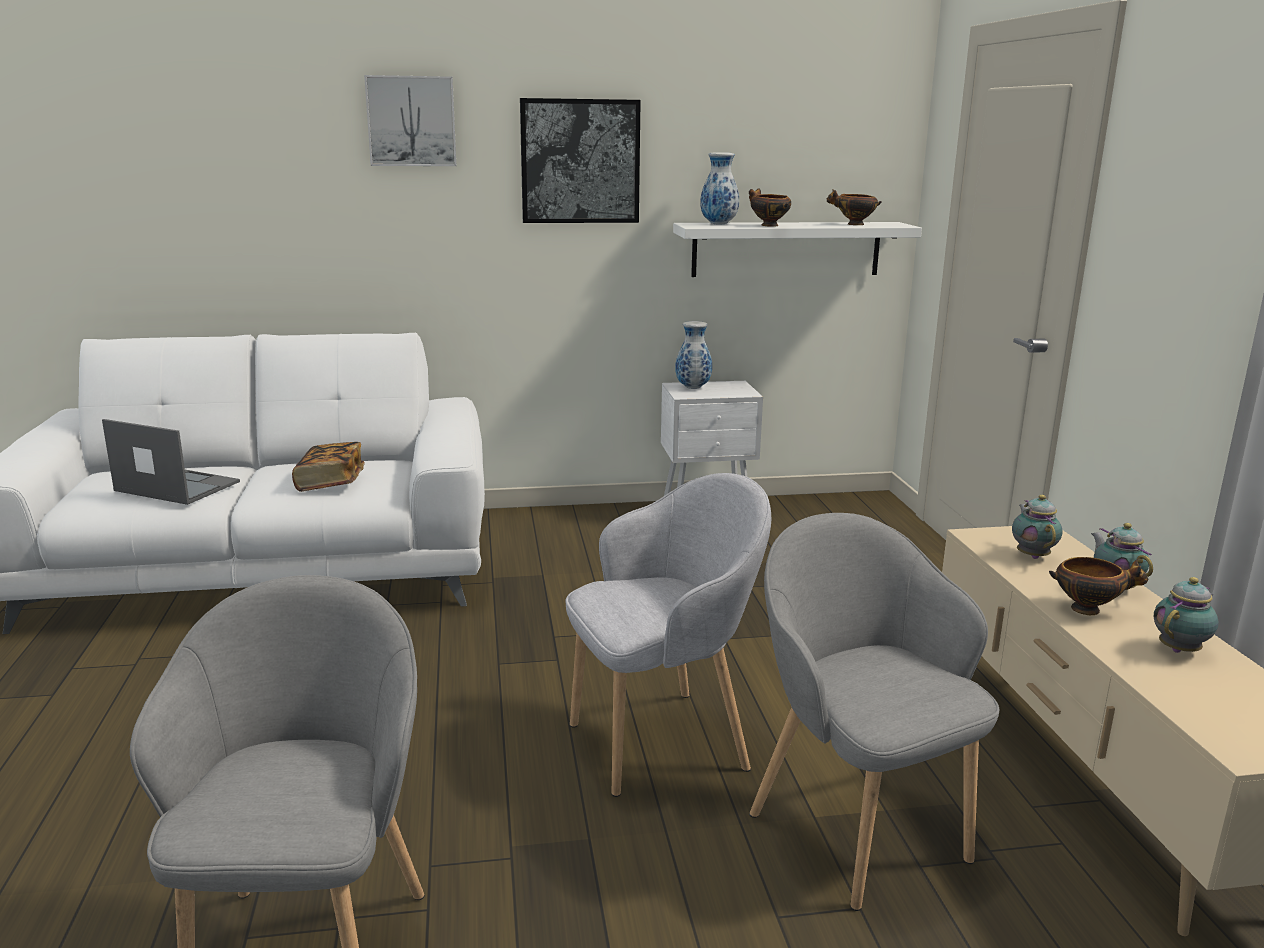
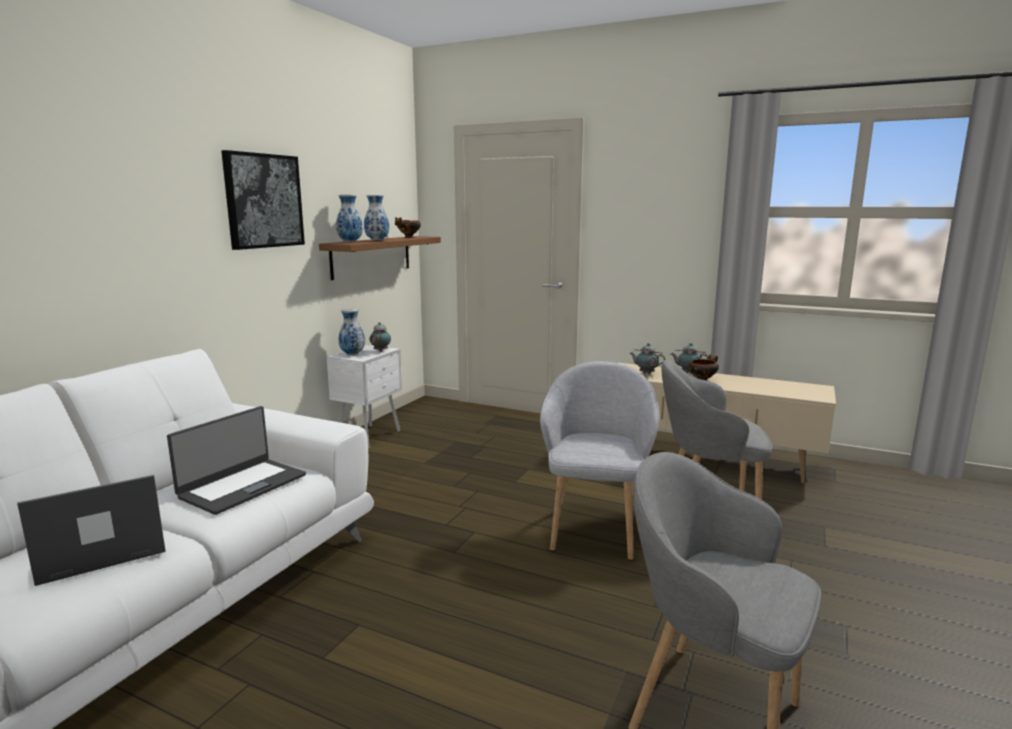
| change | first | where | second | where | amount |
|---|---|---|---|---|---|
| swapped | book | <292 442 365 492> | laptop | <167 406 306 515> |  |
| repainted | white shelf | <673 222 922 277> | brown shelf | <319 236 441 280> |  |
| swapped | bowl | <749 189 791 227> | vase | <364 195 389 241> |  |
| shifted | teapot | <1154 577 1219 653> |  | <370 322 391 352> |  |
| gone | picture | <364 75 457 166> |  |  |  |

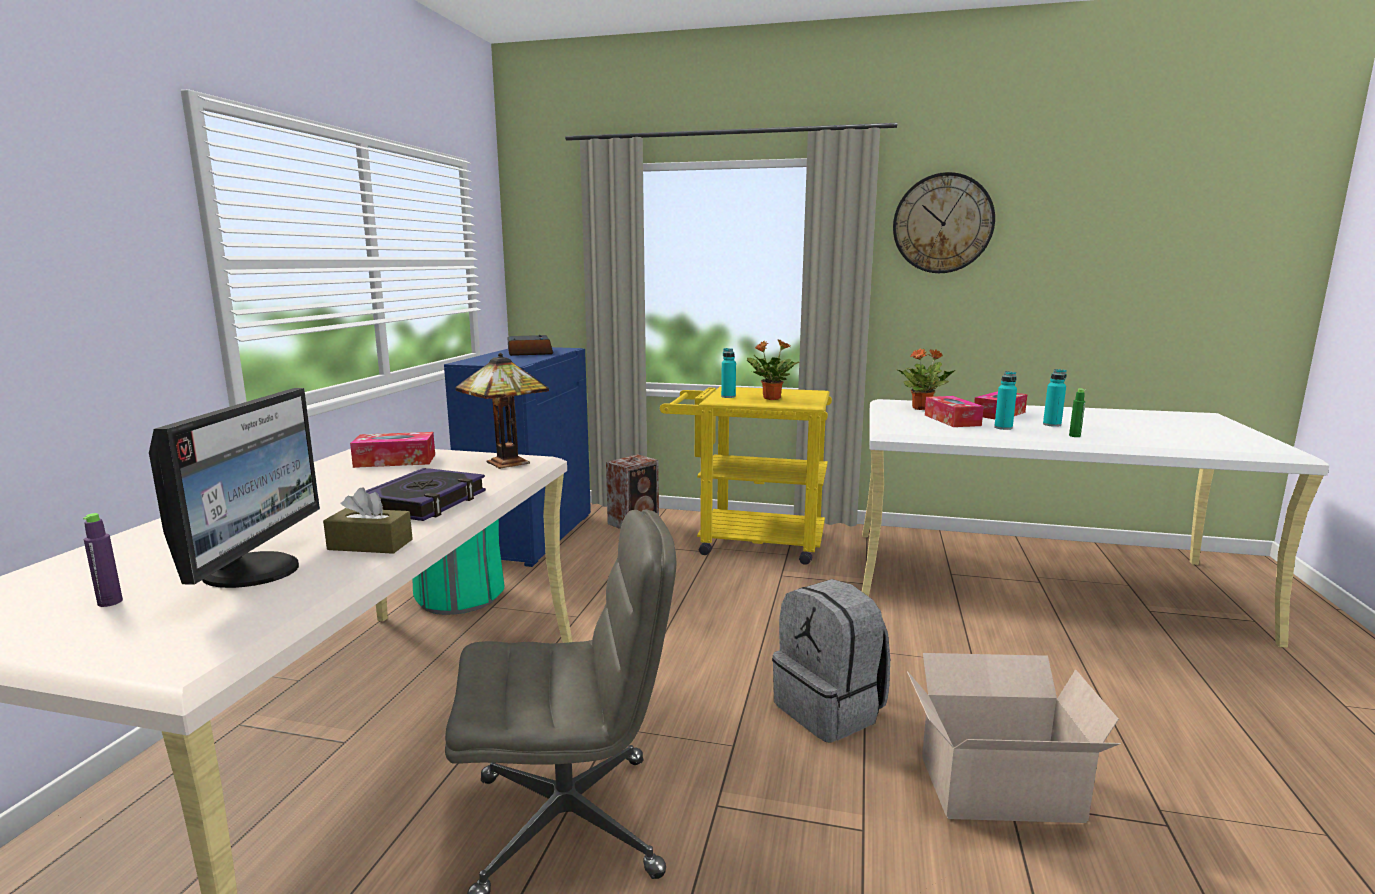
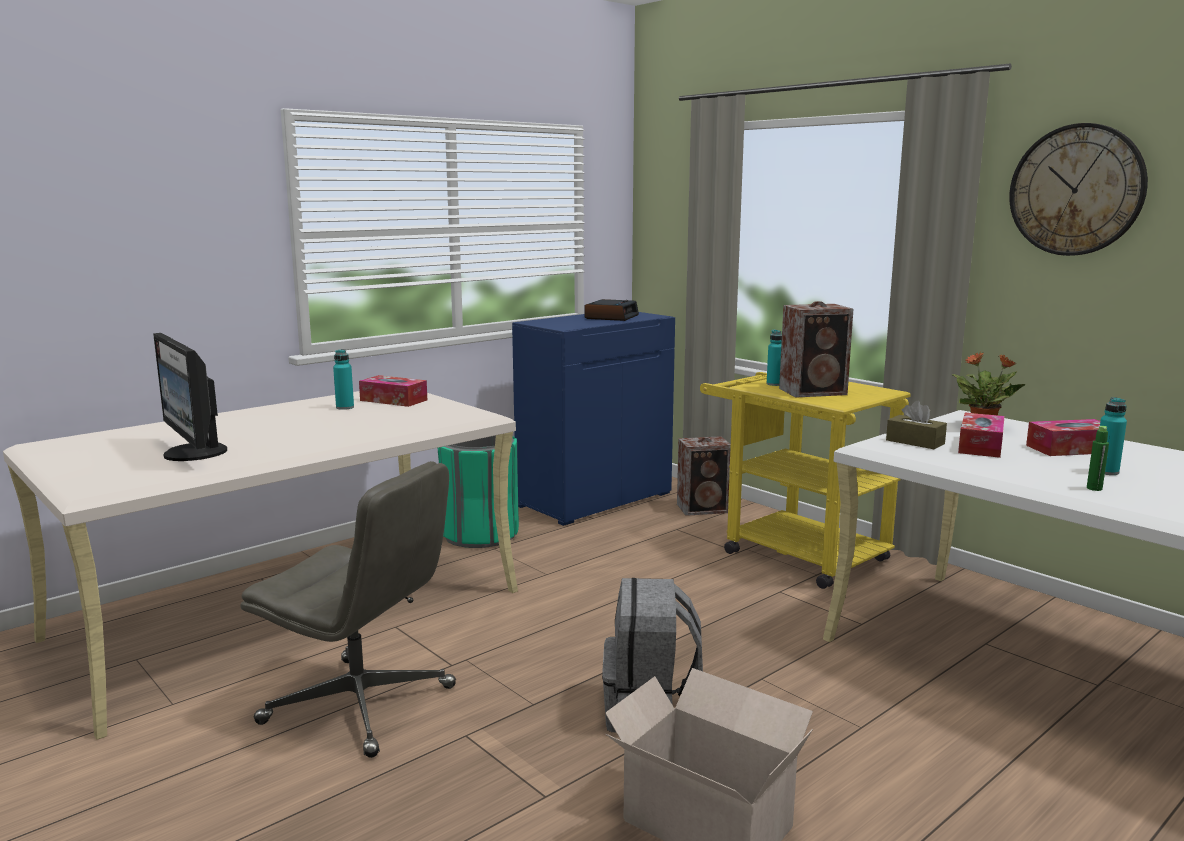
| change | first | where | second | where | amount |
|---|---|---|---|---|---|
| rotated | monitor | <149 388 320 588> |  | <153 333 227 461> | 105 degrees clockwise |
| shifted | turquoise bottle | <994 371 1017 430> |  | <333 349 354 410> |  |
| swapped | potted plant | <747 339 799 400> | speaker | <779 301 853 398> |  |
| shifted | brown tissue box | <323 487 413 554> |  | <886 401 947 449> |  |
| gone | purple bottle | <83 513 123 607> |  |  |  |
| gone | book | <366 468 486 521> |  |  |  |
| gone | table lamp | <456 353 549 469> |  |  |  |

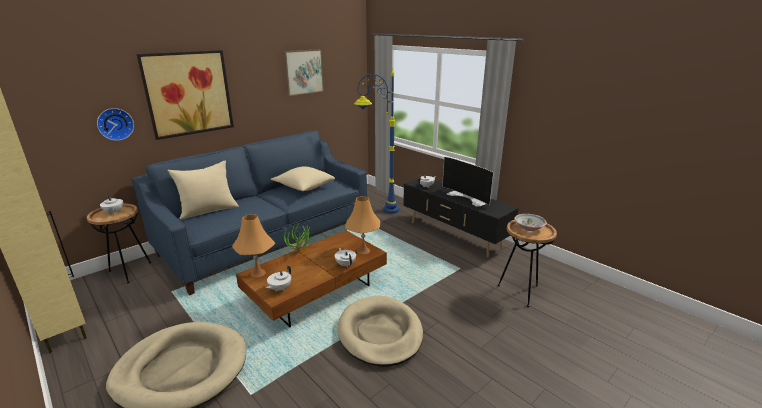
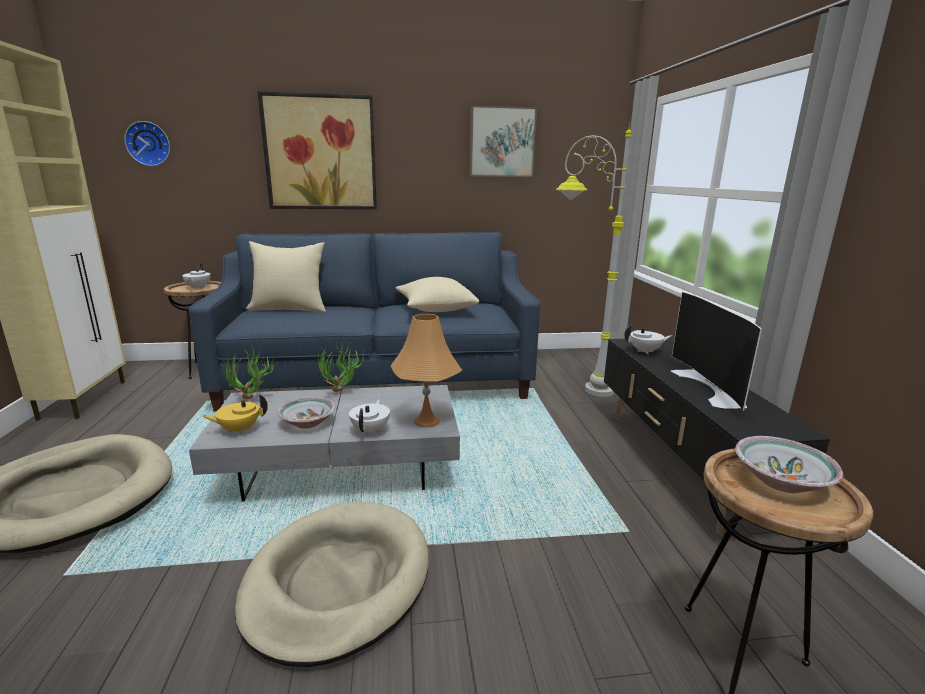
| change | first | where | second | where | amount |
|---|---|---|---|---|---|
| shifted | wall clock | <97 108 134 141> |  | <124 121 170 166> |  |
| repainted | brown coffee table | <236 230 387 327> | grey coffee table | <189 385 460 501> |  |
| repainted | white teapot | <265 265 291 292> | yellow teapot | <202 394 268 434> |  |
| swapped | orange table lamp | <232 214 275 278> | potted plant | <223 344 275 399> |  |
| new |  |  | bowl | <277 397 335 429> |  |
| repainted | blue floor lamp | <354 72 399 214> | grey floor lamp | <556 123 632 397> |  |

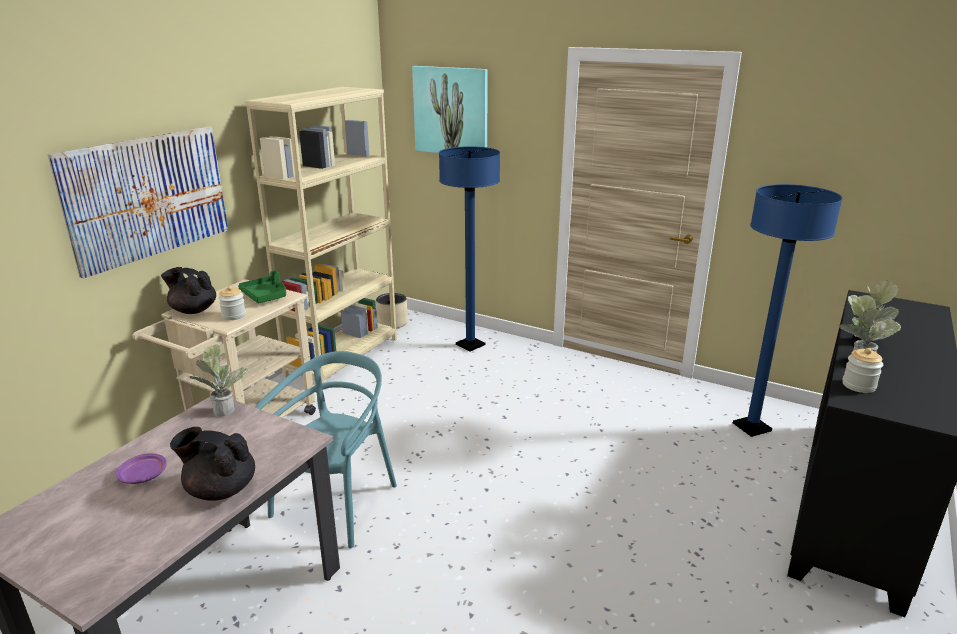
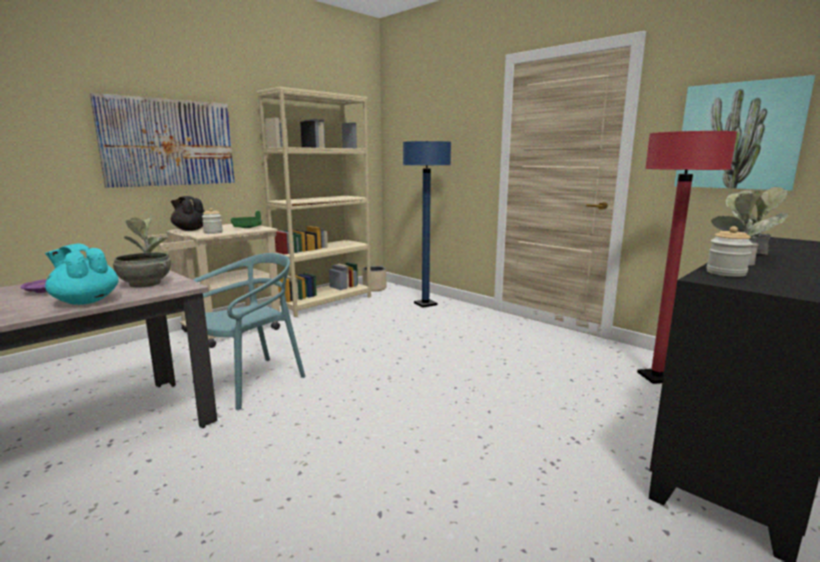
| change | first | where | second | where | amount |
|---|---|---|---|---|---|
| repainted | black teapot | <170 427 255 501> | turquoise teapot | <45 244 119 305> |  |
| new |  |  | grey bowl | <113 252 171 288> |  |
| repainted | blue floor lamp | <733 184 843 437> | red floor lamp | <637 131 737 384> |  |
| shifted | picture | <412 66 488 153> |  | <674 75 815 191> |  |

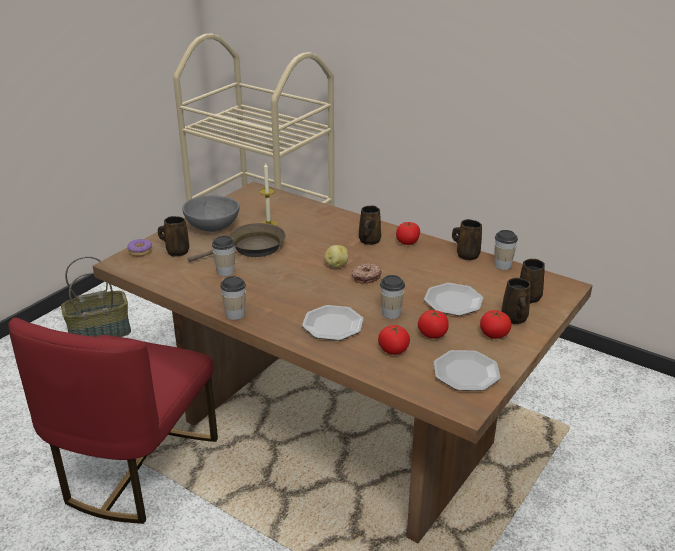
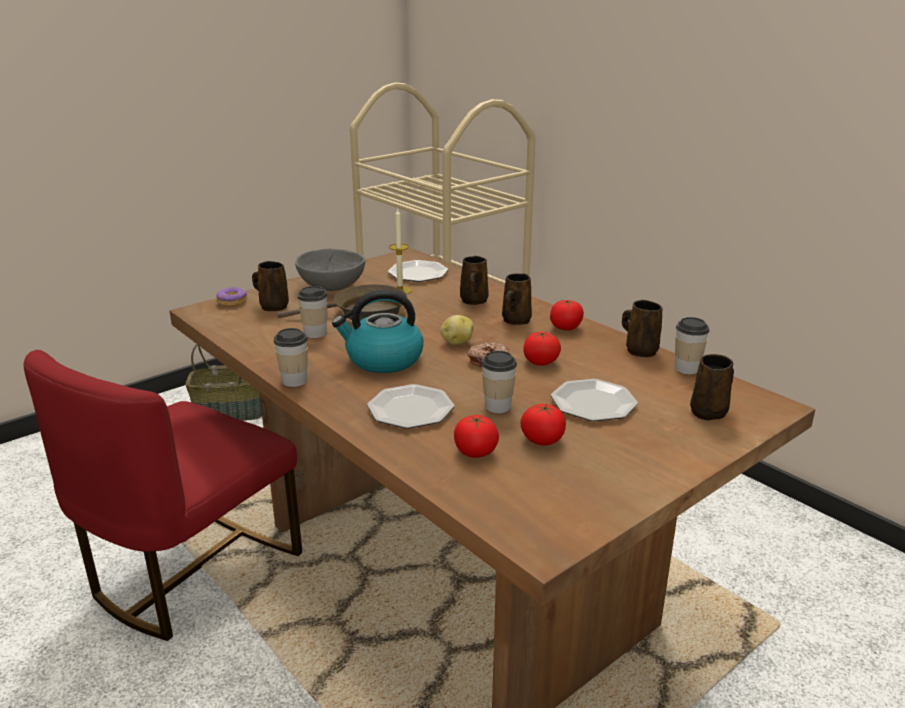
| change | first | where | second | where | amount |
|---|---|---|---|---|---|
| new |  |  | kettle | <332 290 423 373> |  |
| shifted | plate | <434 350 501 391> |  | <388 260 448 282> |  |
| shifted | brown mug | <502 278 531 324> |  | <460 256 488 305> |  |
| shifted | tomato | <480 310 511 339> |  | <523 332 561 366> |  |

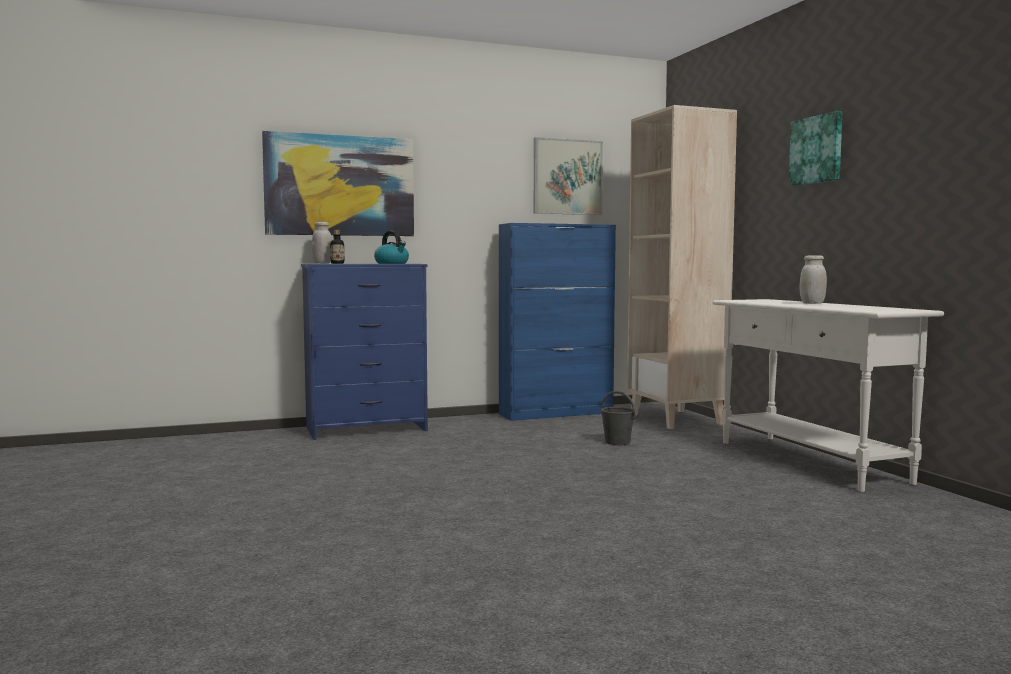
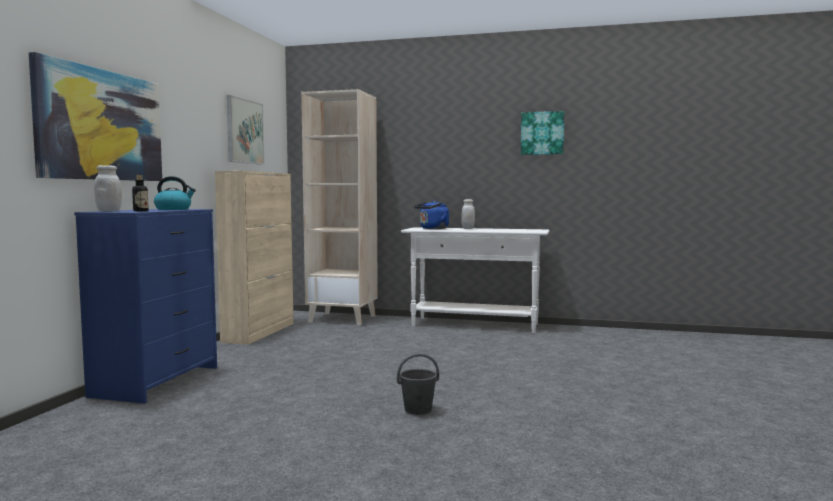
| change | first | where | second | where | amount |
|---|---|---|---|---|---|
| repainted | blue cabinet | <499 223 616 421> | beige cabinet | <215 171 294 345> |  |
| shifted | grey bucket | <601 391 635 445> |  | <397 353 439 415> |  |
| new |  |  | blue kettle | <414 200 449 229> |  |
| shifted | picture | <789 111 842 186> |  | <521 111 564 155> |  |

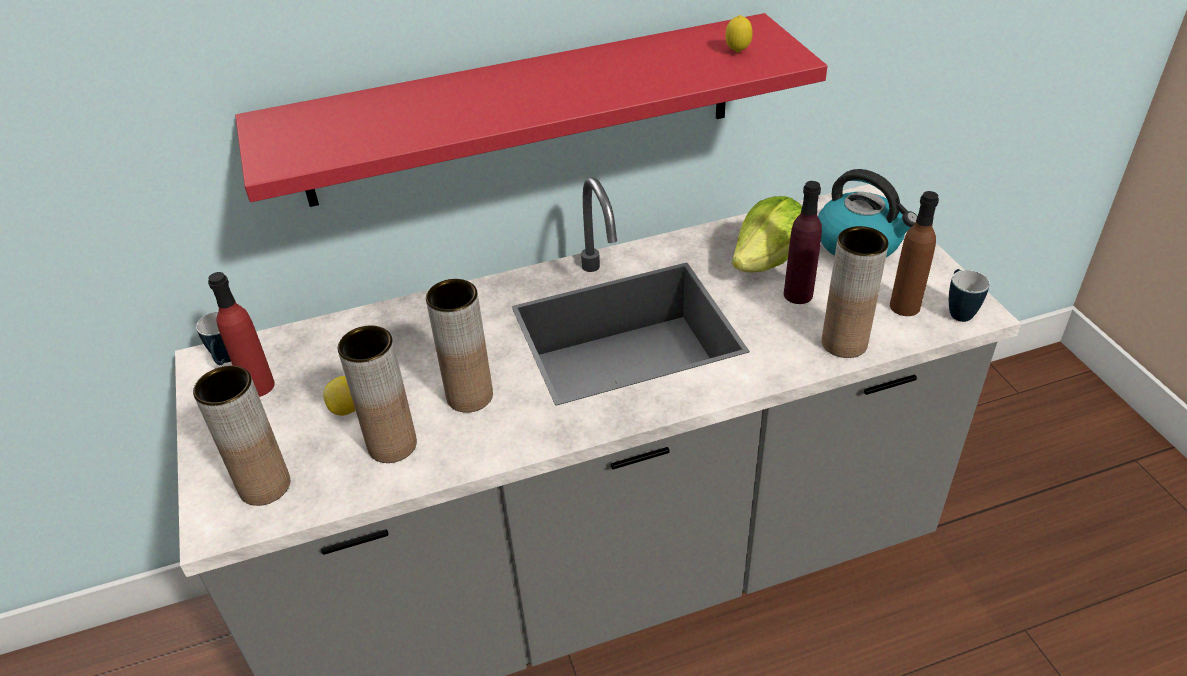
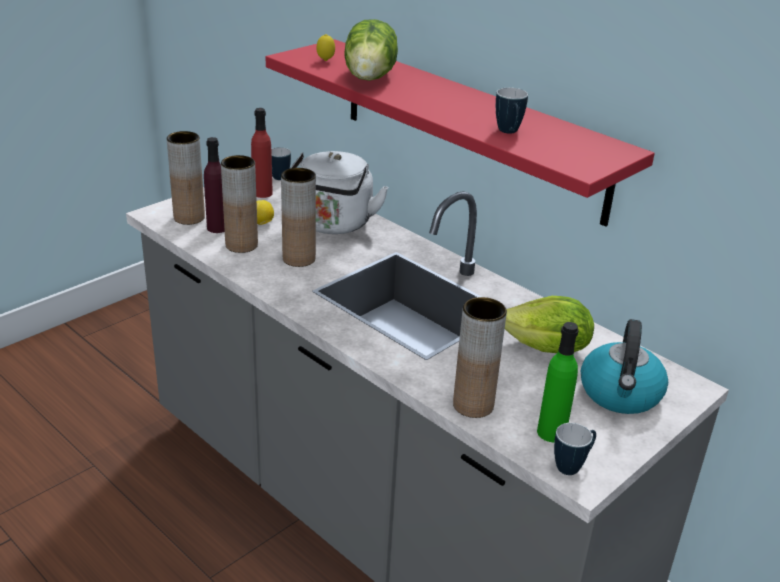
| change | first | where | second | where | amount |
|---|---|---|---|---|---|
| shifted | purple bottle | <784 181 822 304> |  | <204 137 225 233> |  |
| new |  |  | white kettle | <290 151 389 234> |  |
| shifted | lemon | <726 15 753 53> |  | <317 34 335 61> |  |
| new |  |  | lettuce | <344 19 398 81> |  |
| new |  |  | mug | <496 87 528 134> |  |
| repainted | brown bottle | <890 191 939 316> | green bottle | <537 322 579 442> |  |

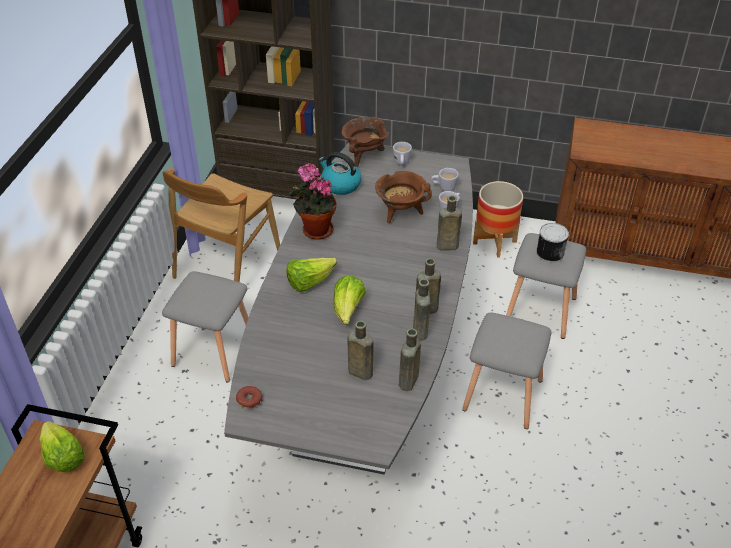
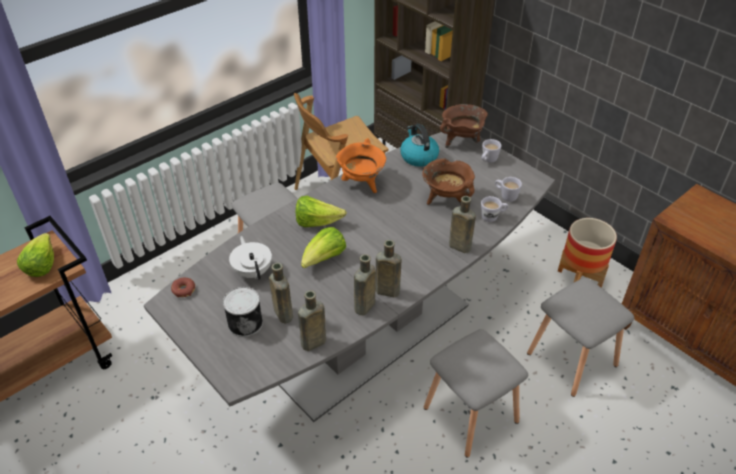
| change | first | where | second | where | amount |
|---|---|---|---|---|---|
| shifted | can | <536 223 569 263> |  | <223 287 263 337> |  |
| new |  |  | white teapot | <229 236 272 280> |  |
| swapped | potted plant | <288 163 336 240> | orange cooking pot | <336 138 386 193> |  |

